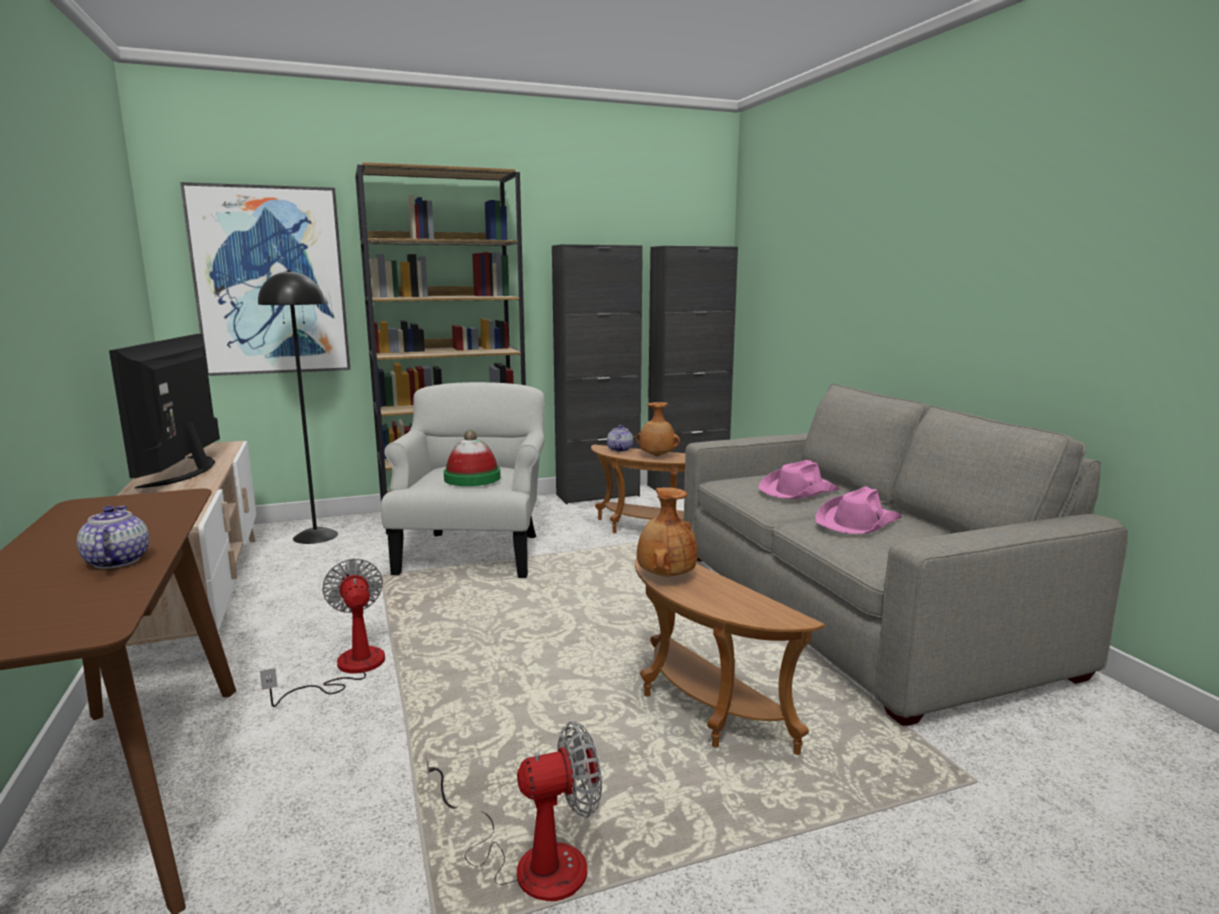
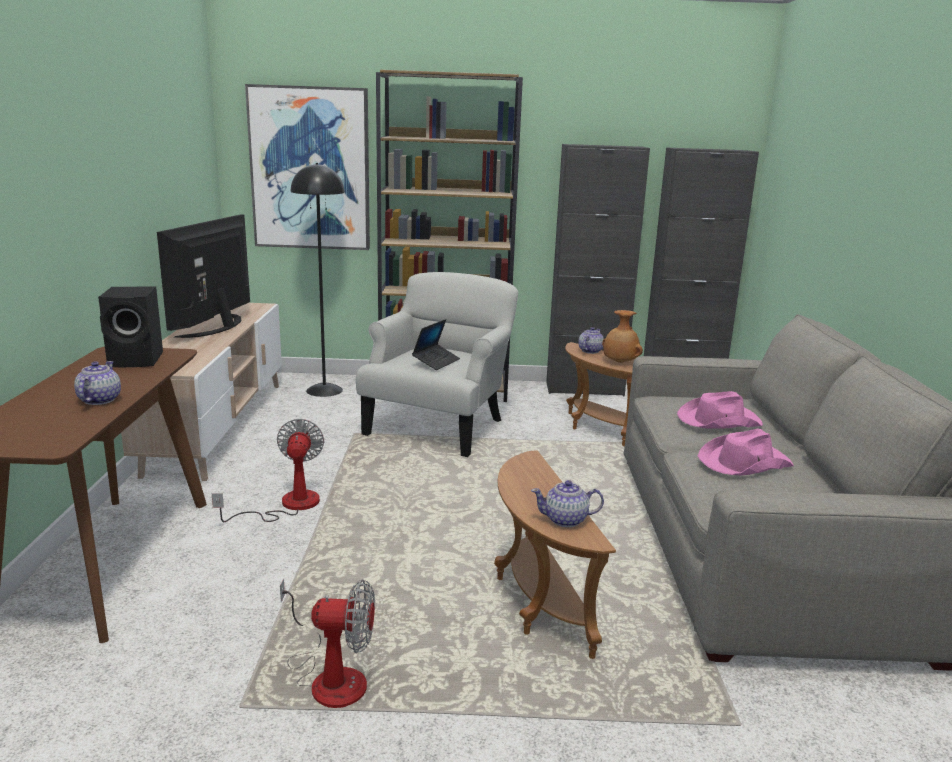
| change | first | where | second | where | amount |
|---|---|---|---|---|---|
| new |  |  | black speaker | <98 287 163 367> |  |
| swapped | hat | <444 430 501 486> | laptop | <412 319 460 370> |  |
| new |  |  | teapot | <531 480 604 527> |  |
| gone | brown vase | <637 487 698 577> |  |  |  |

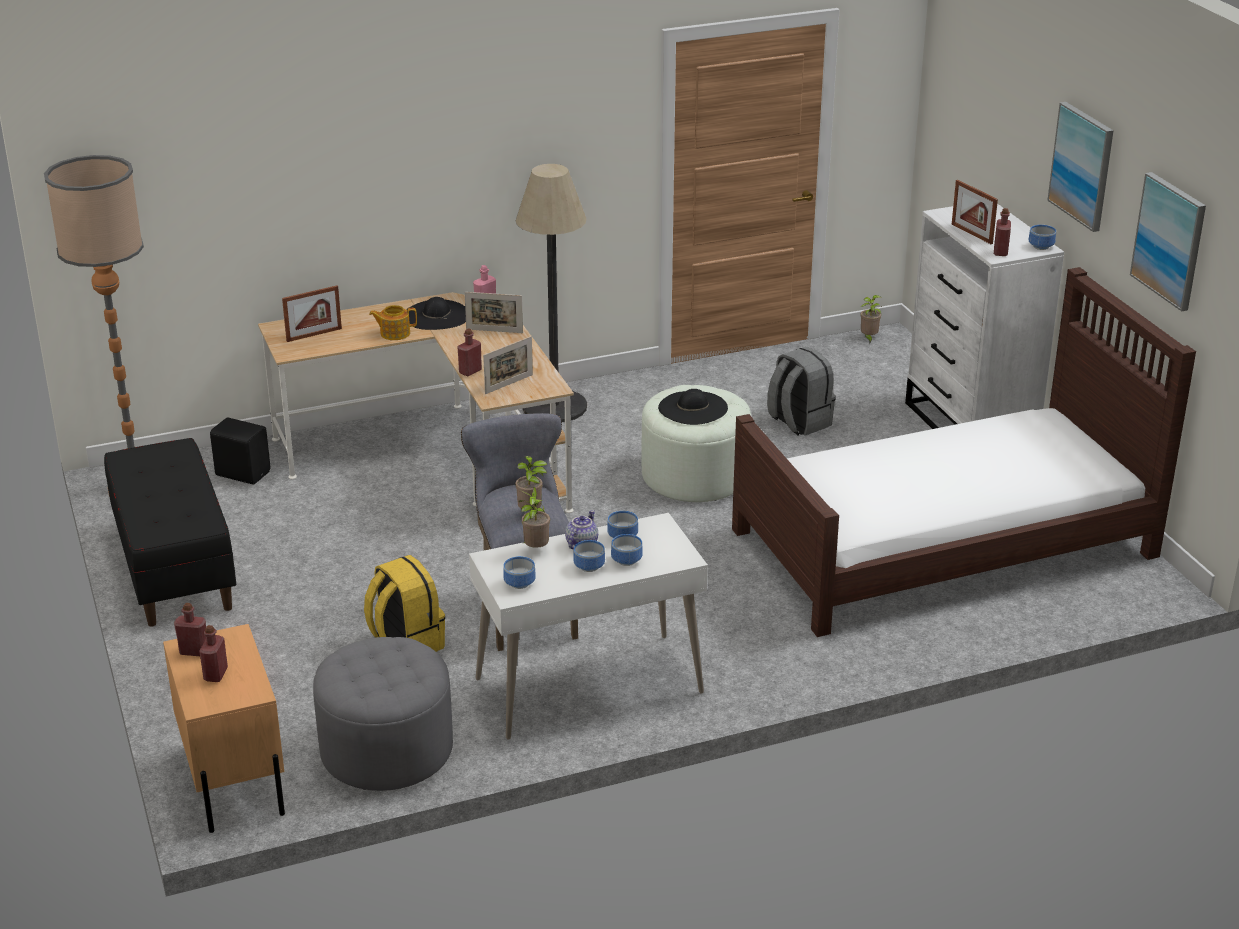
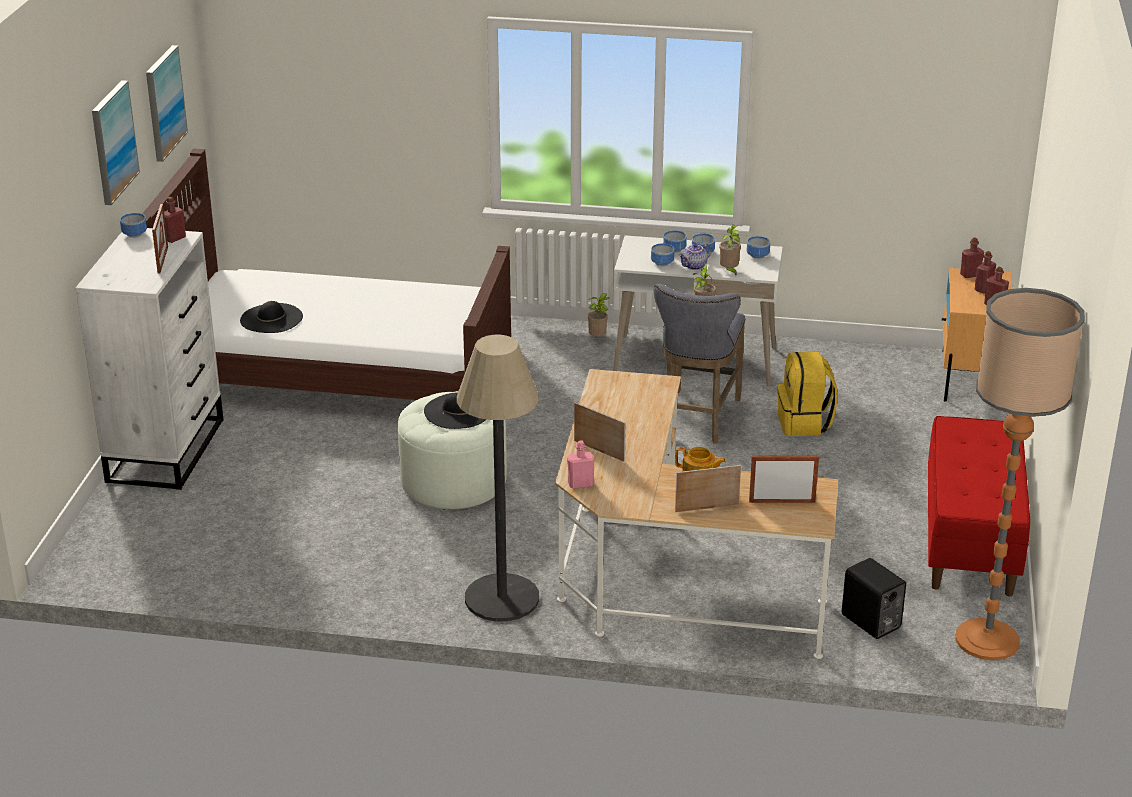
| change | first | where | second | where | amount |
|---|---|---|---|---|---|
| shifted | black hat | <406 297 466 330> |  | <240 301 303 333> |  |
| shifted | potted plant | <860 295 882 344> |  | <587 293 609 336> |  |
| shifted | picture frame | <483 336 533 394> |  | <675 465 741 513> |  |
| repainted | black bench | <104 438 236 627> | red bench | <928 416 1030 596> |  |
| shifted | red bottle | <457 329 482 376> |  | <960 237 984 278> |  |
| gone | grey ottoman | <313 637 453 791> |  |  |  |
| gone | grey backpack | <767 347 836 436> |  |  |  |

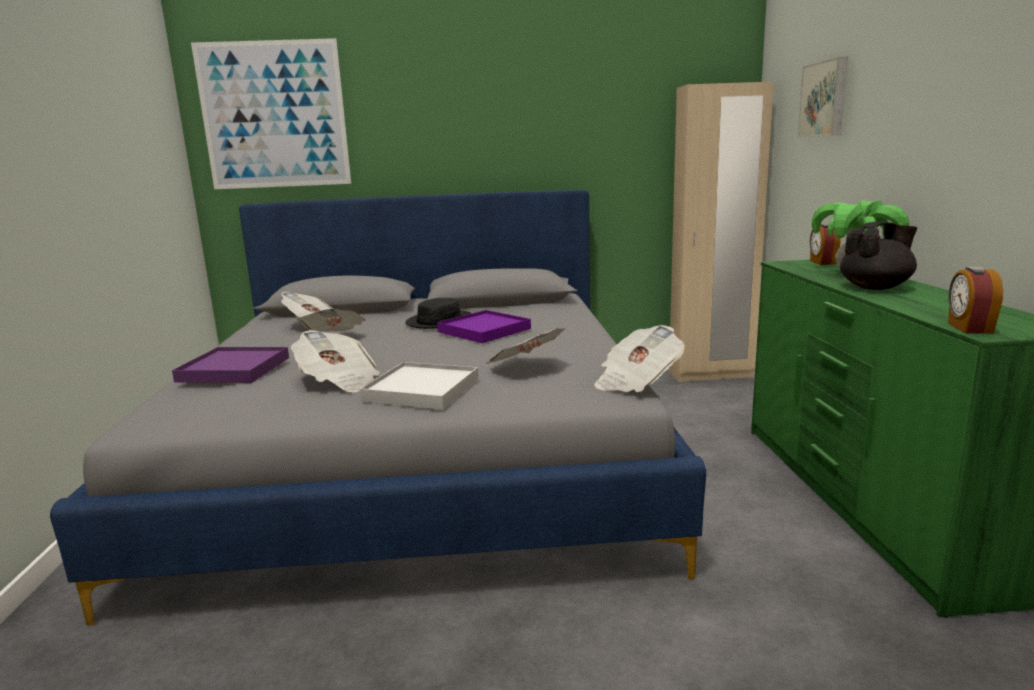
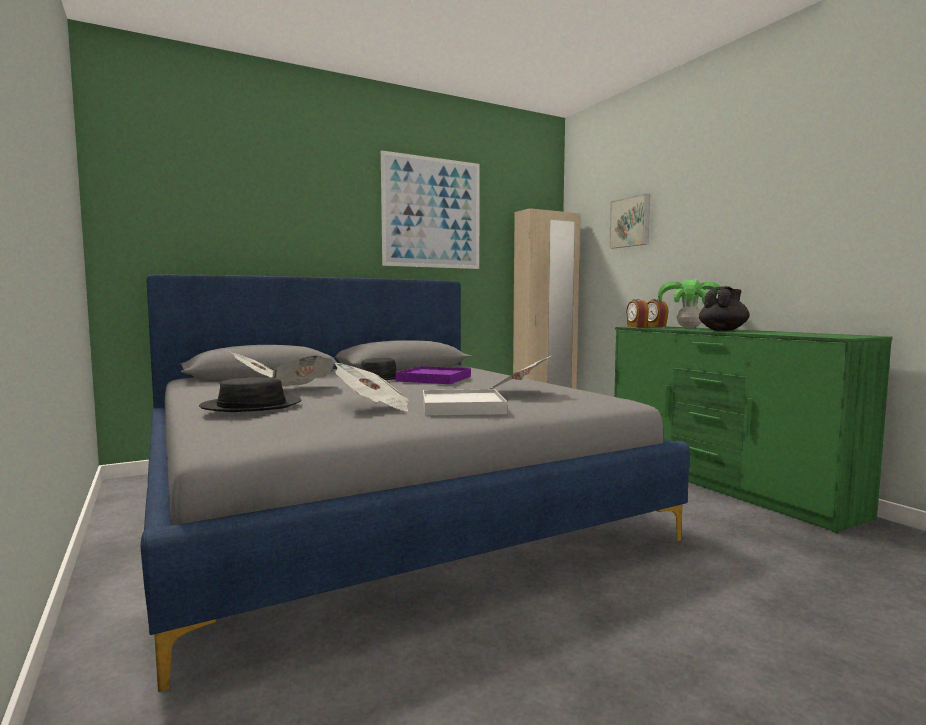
| change | first | where | second | where | amount |
|---|---|---|---|---|---|
| swapped | purple tray | <172 347 289 383> | black hat | <199 377 302 412> |  |
| shifted | picture | <191 38 351 189> |  | <381 150 480 269> |  |
| shifted | alarm clock | <948 266 1003 334> |  | <626 299 649 327> |  |
| gone | newspaper | <594 325 685 392> |  |  |  |

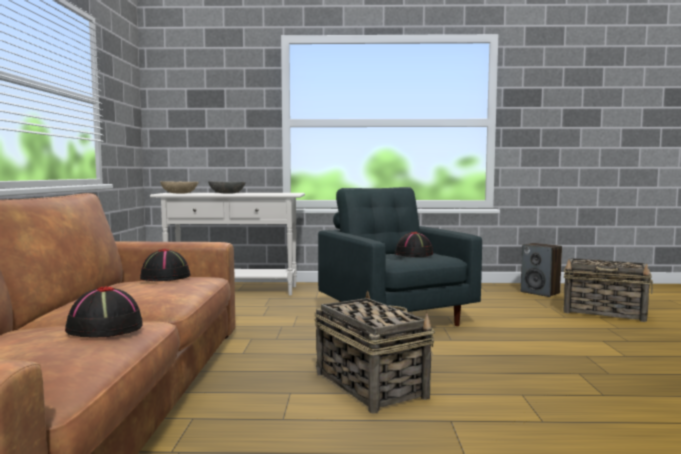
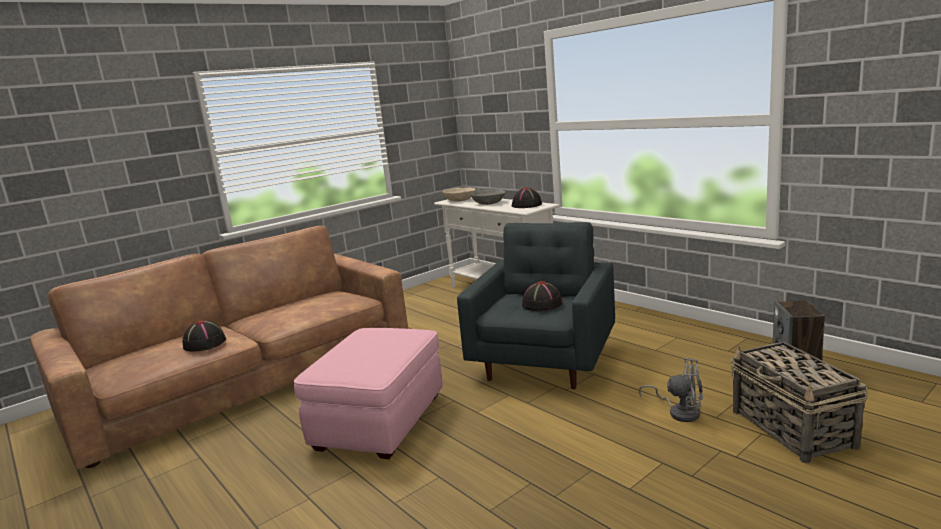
| change | first | where | second | where | amount |
|---|---|---|---|---|---|
| swapped | basket | <314 291 436 414> | pink ottoman | <294 328 442 459> |  |
| shifted | black hat | <140 249 191 281> |  | <512 187 542 208> |  |
| new |  |  | grey fan | <639 358 703 422> |  |

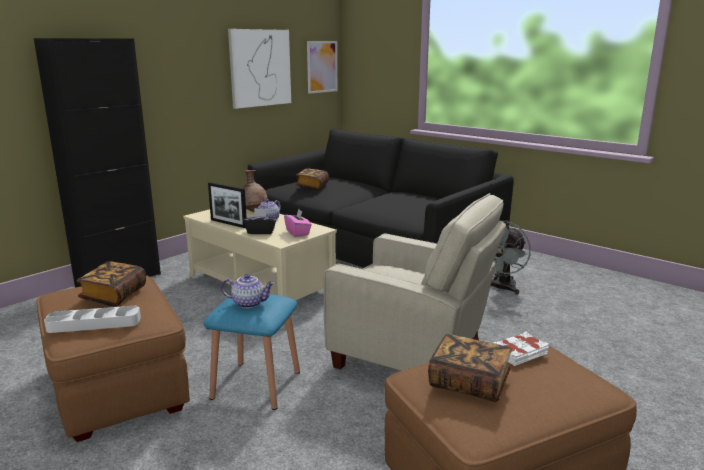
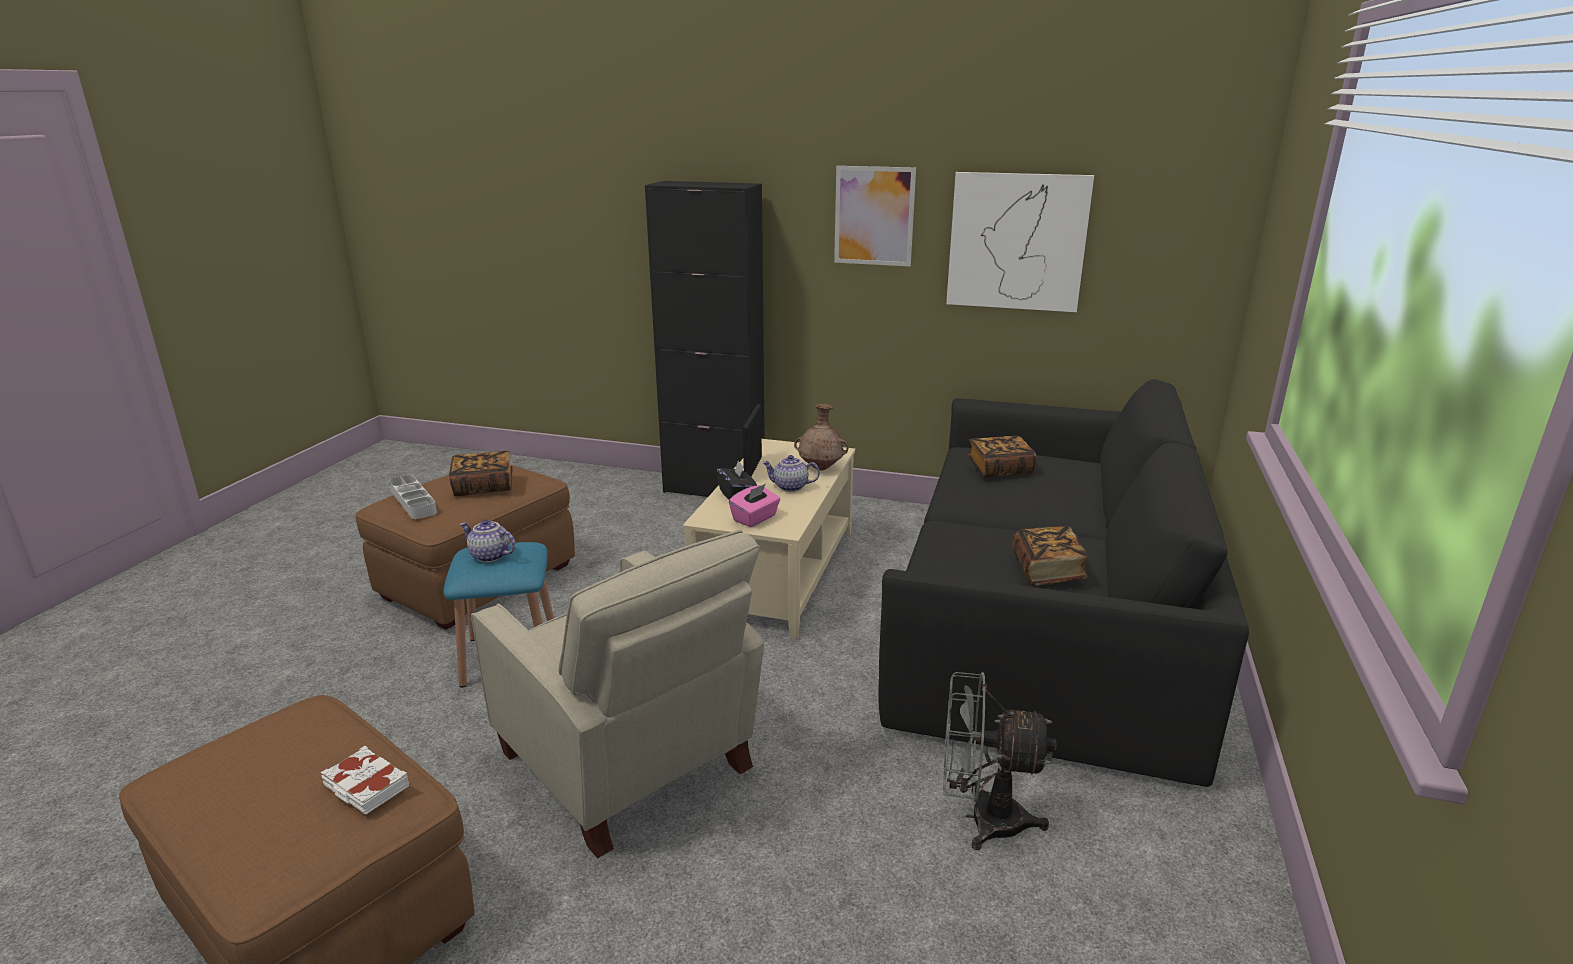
| change | first | where | second | where | amount |
|---|---|---|---|---|---|
| rotated | teapot | <221 274 275 309> |  | <460 519 516 562> | 135 degrees clockwise |
| rotated | beige armchair | <324 193 506 371> |  | <471 530 764 859> | 45 degrees counterclockwise |
| shifted | picture | <307 41 337 94> |  | <834 166 916 266> |  |
| shifted | book | <428 334 512 402> |  | <1012 526 1088 586> |  |

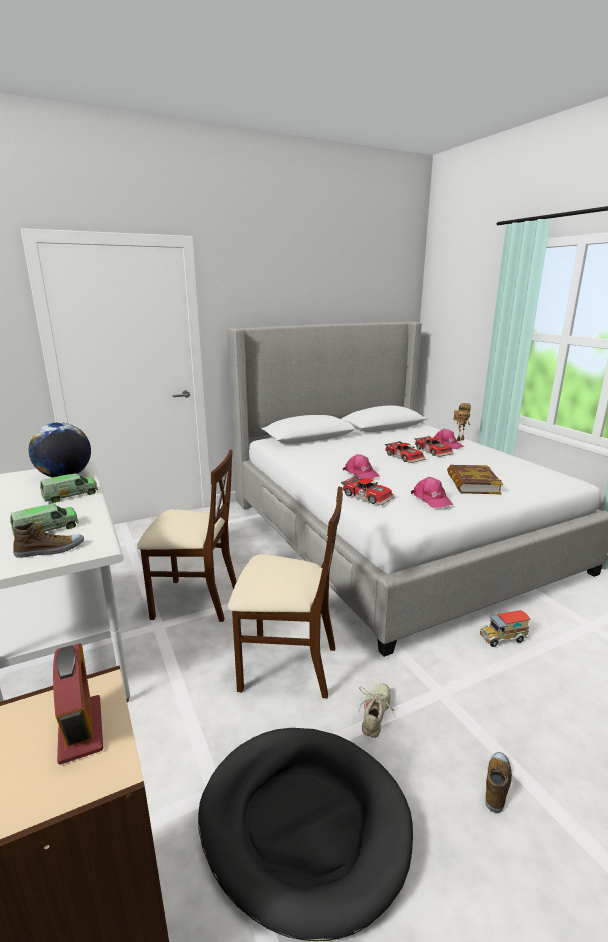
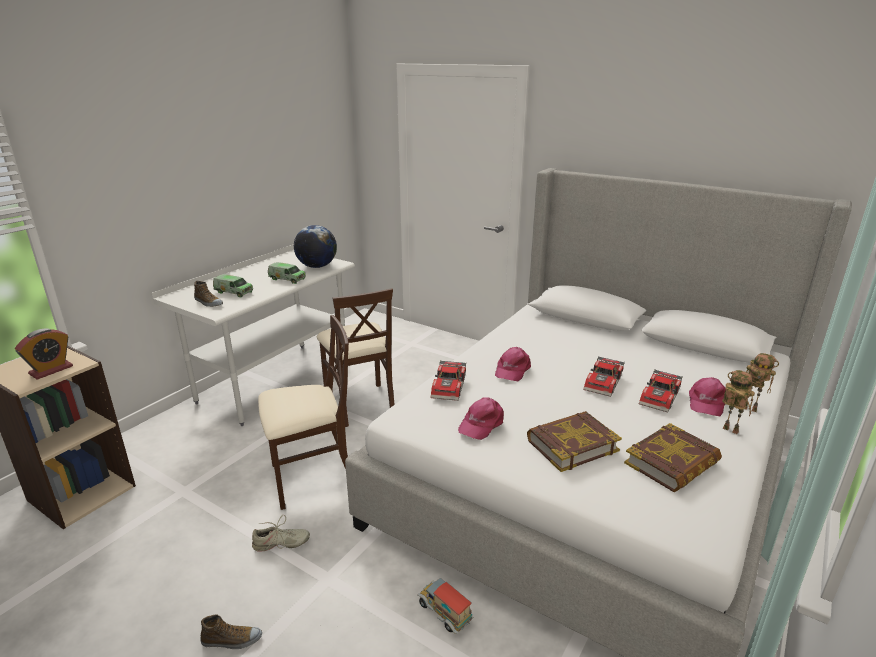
| change | first | where | second | where | amount |
|---|---|---|---|---|---|
| rotated | beige chair | <228 487 343 699> |  | <258 315 349 510> | 90 degrees counterclockwise |
| new |  |  | book | <624 423 722 493> |  |
| new |  |  | toy robot | <722 370 755 434> |  |
| gone | black dog bed | <198 728 413 942> |  |  |  |

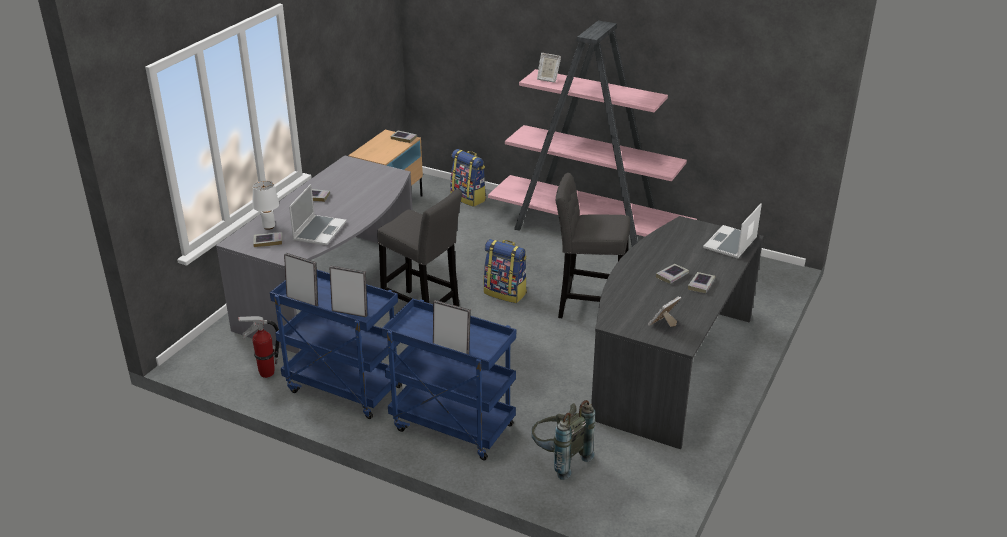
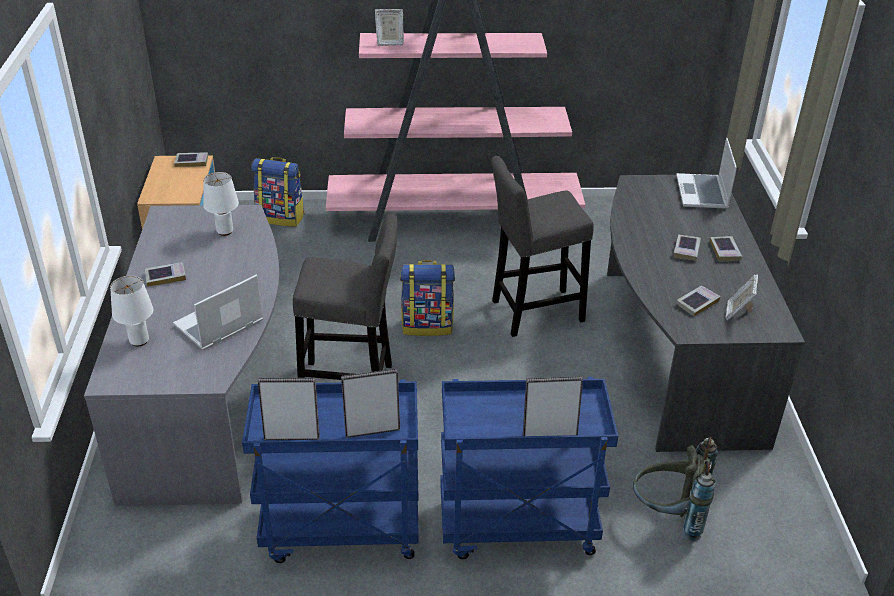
| change | first | where | second | where | amount |
|---|---|---|---|---|---|
| rotated | laptop | <289 184 347 245> |  | <173 274 263 350> | 120 degrees counterclockwise |
| new |  |  | white table lamp | <203 172 239 236> |  |
| shifted | book | <253 232 282 247> |  | <676 286 721 317> |  |
| gone | fire extinguisher | <238 316 279 378> |  |  |  |

